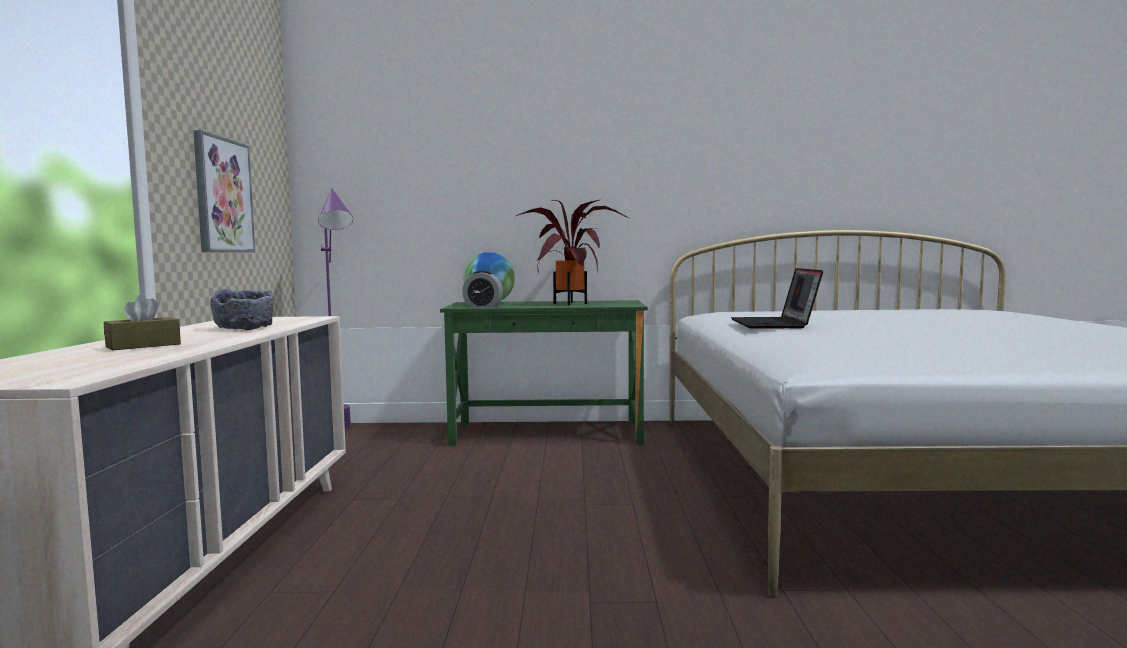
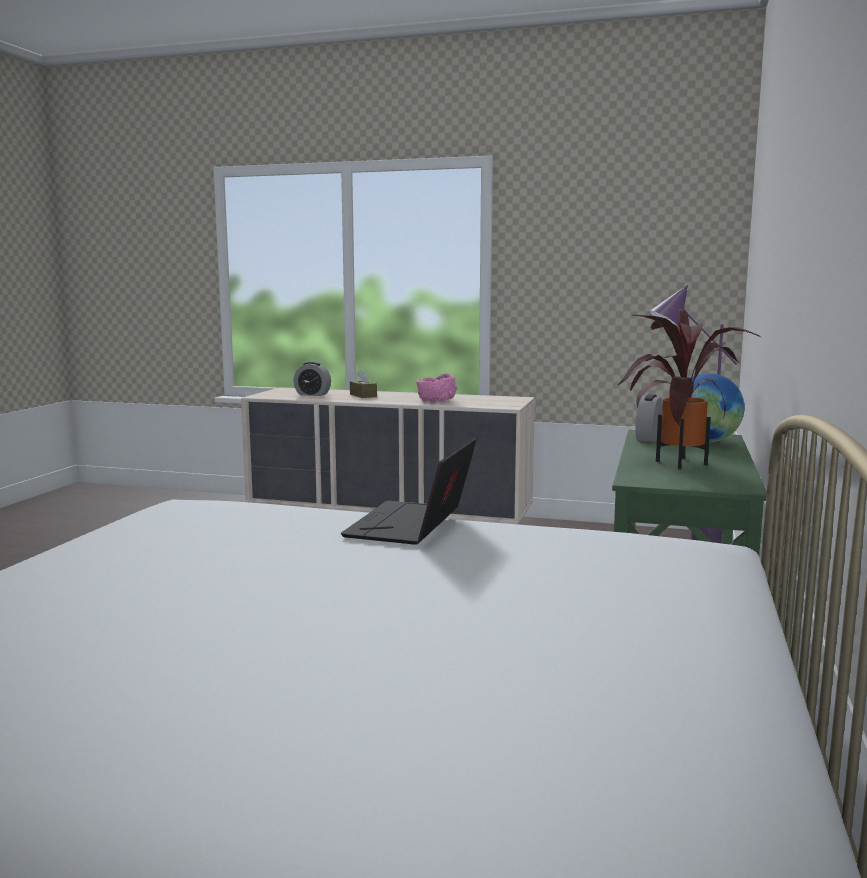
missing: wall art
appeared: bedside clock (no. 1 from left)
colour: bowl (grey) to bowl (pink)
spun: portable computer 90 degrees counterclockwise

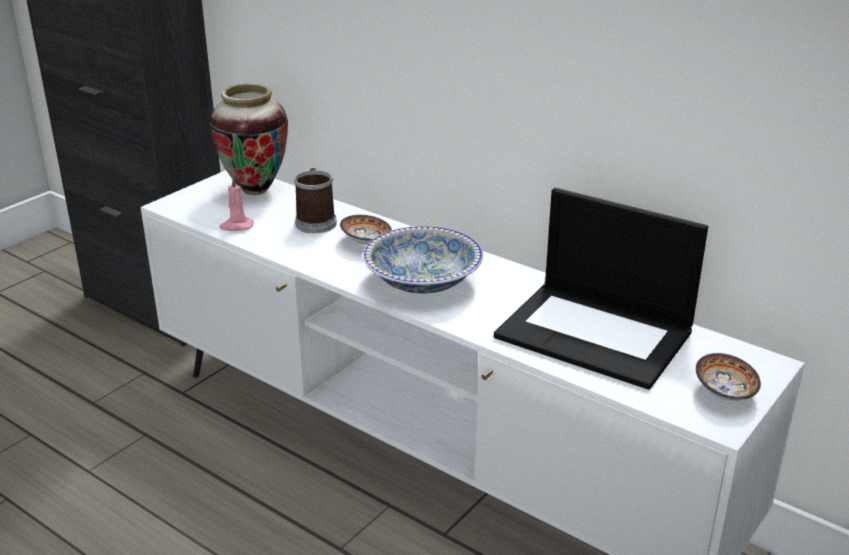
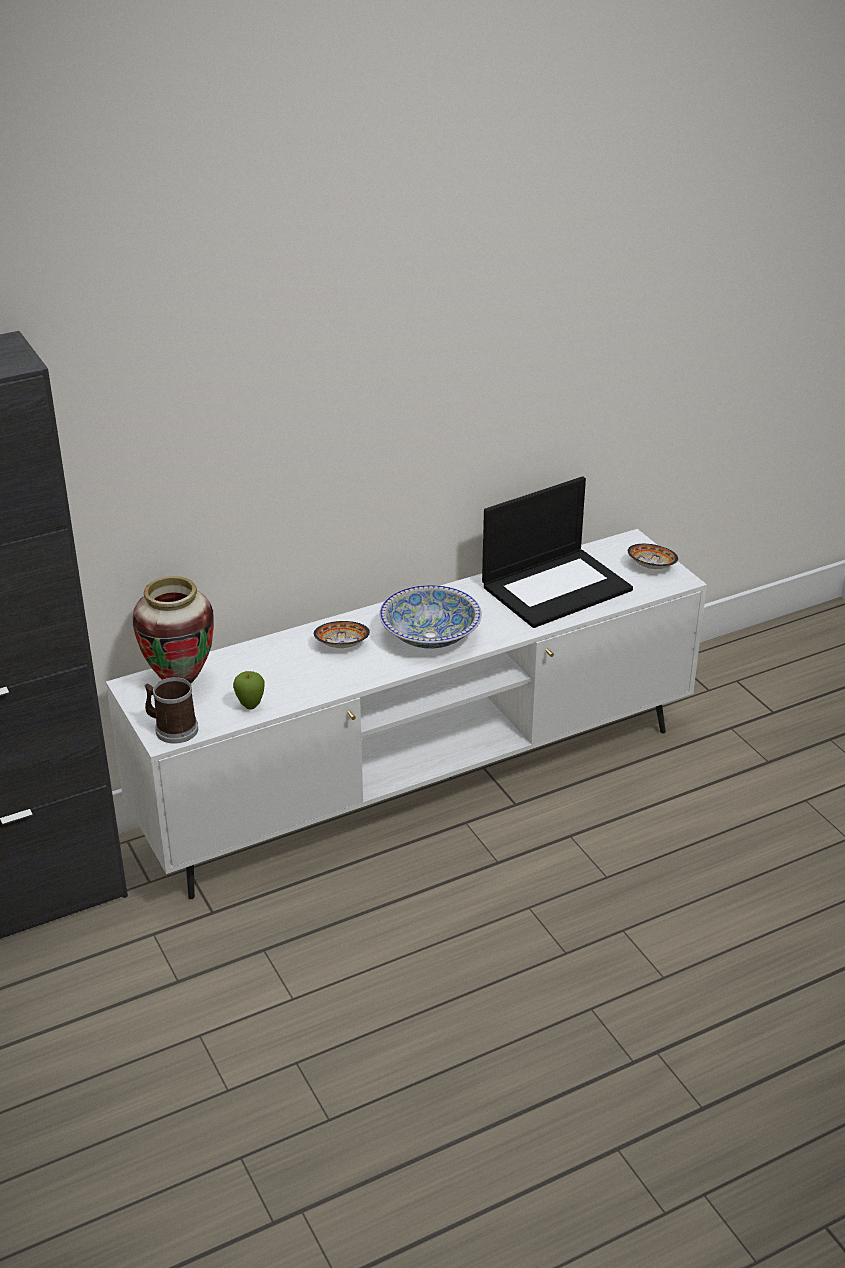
relocated: mug
exchanged: wax candle (pink) to apple fruit

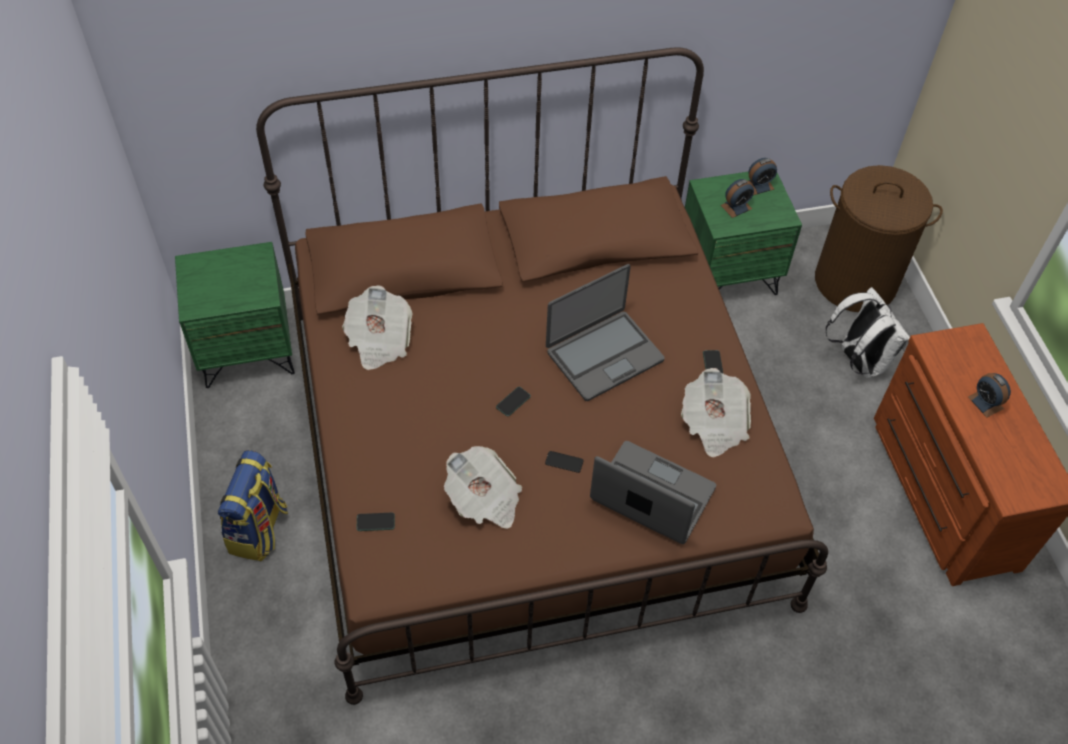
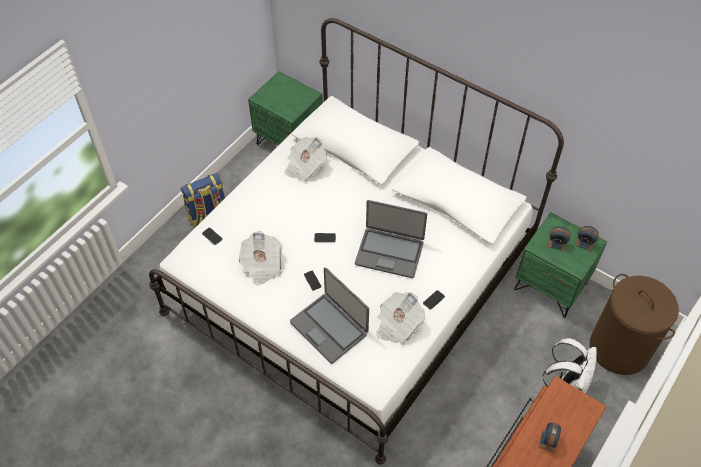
colour: bed (brownish) to bed (white-coloured)
spun: portable computer (no. 2 from left in the first image) 150 degrees clockwise

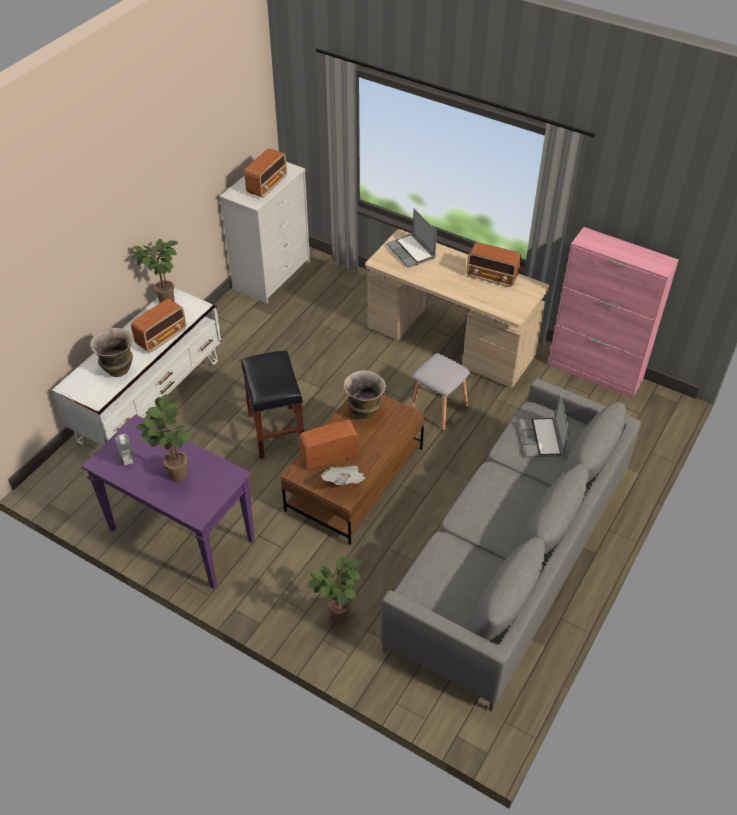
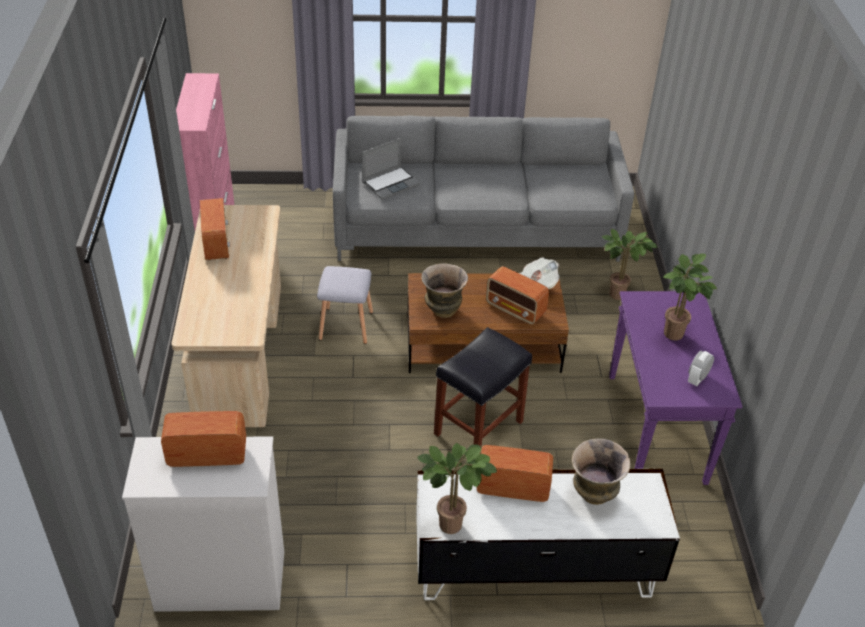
missing: portable computer (no. 1 from left)

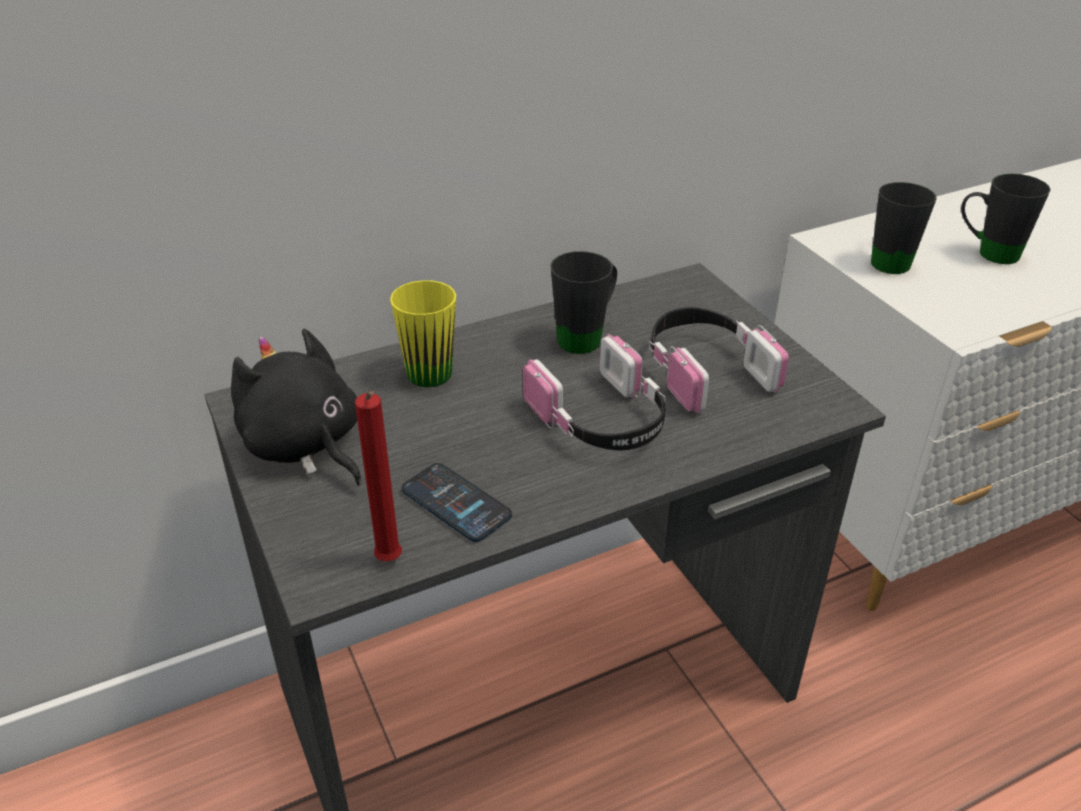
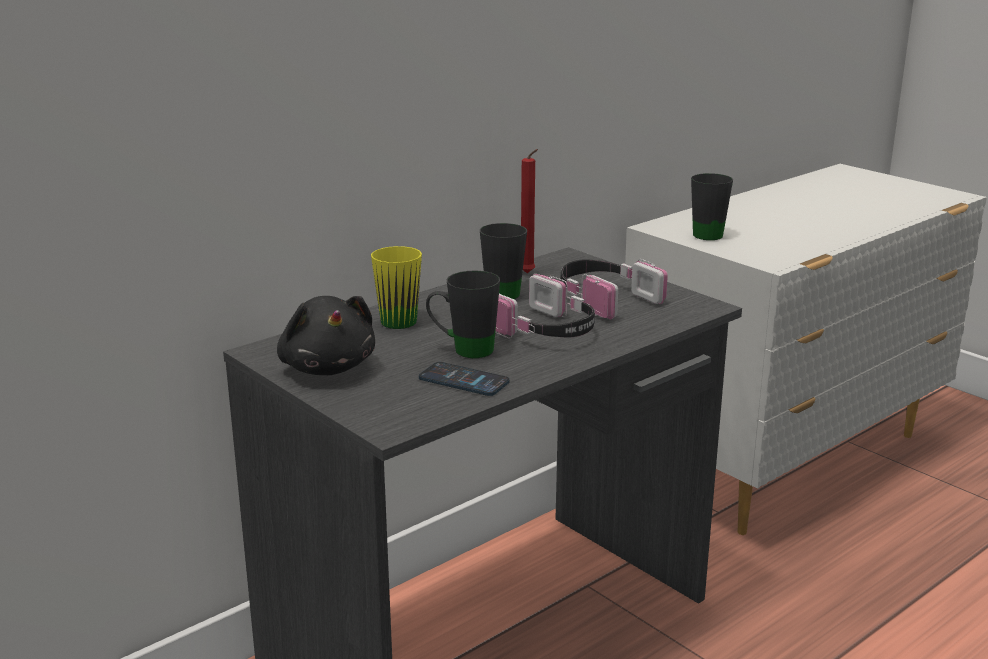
relocated: mug (black) (no. 3 from left in the first image) to mug (black) (no. 1 from left); wax candle (red-coloured)
spun: soft toy (black) 150 degrees counterclockwise

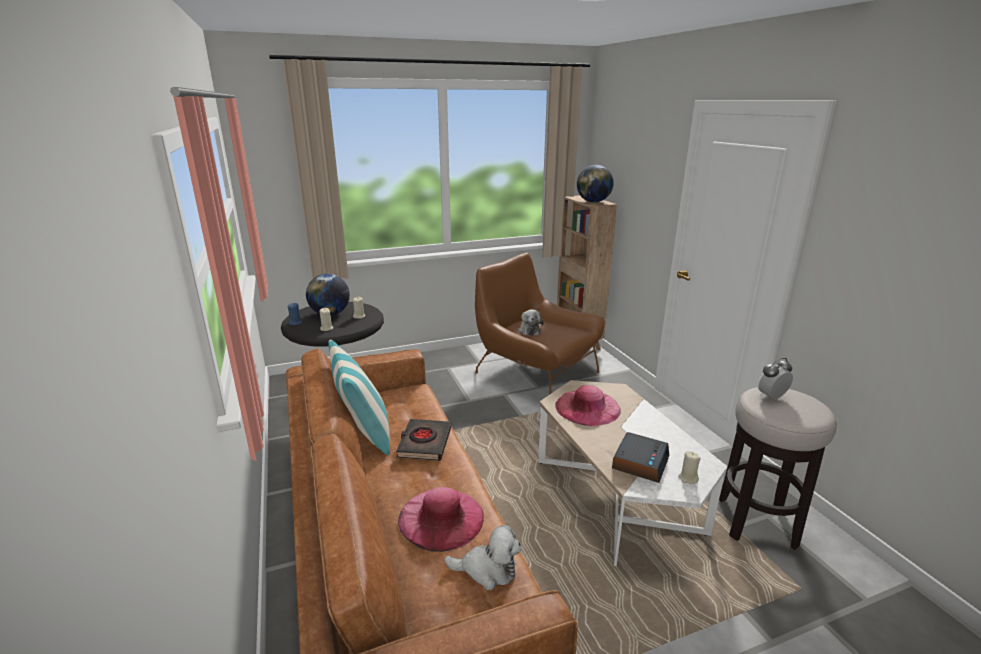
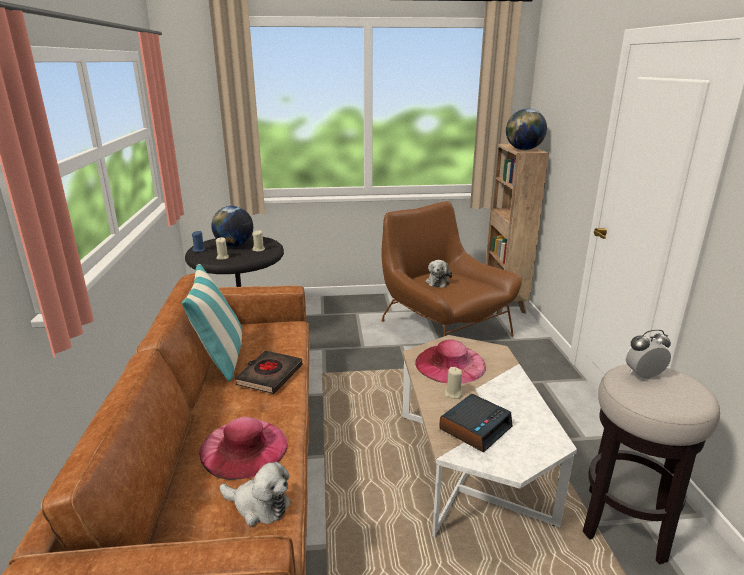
relocated: wax candle (sand-coloured) (no. 3 from left)

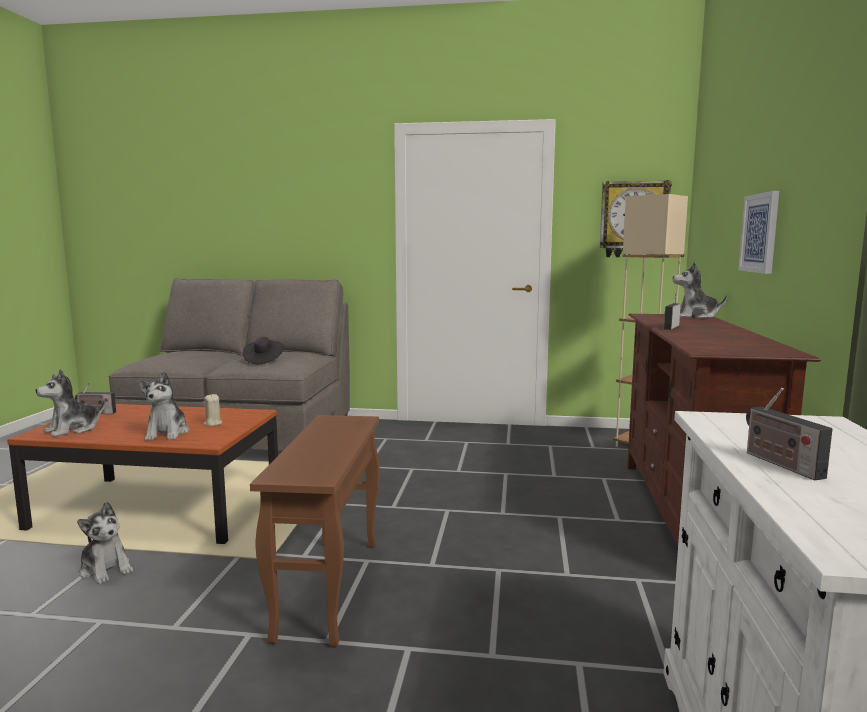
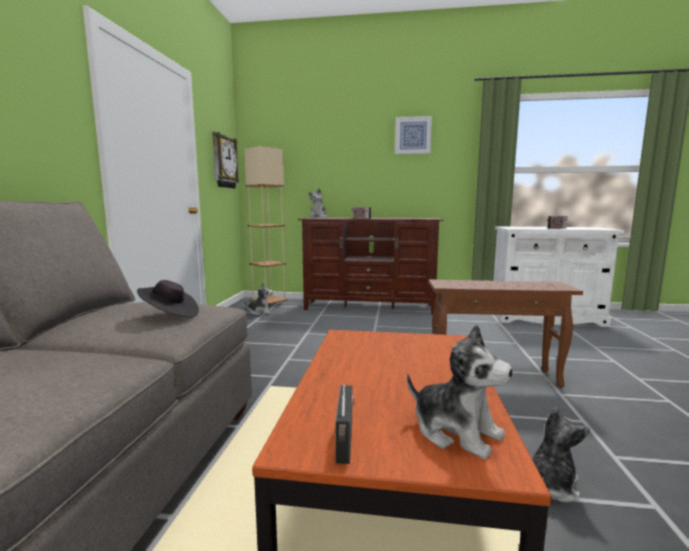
missing: wax candle (sand-coloured)
relocated: soft toy (no. 3 from left in the first image) to soft toy (no. 1 from left); wall art

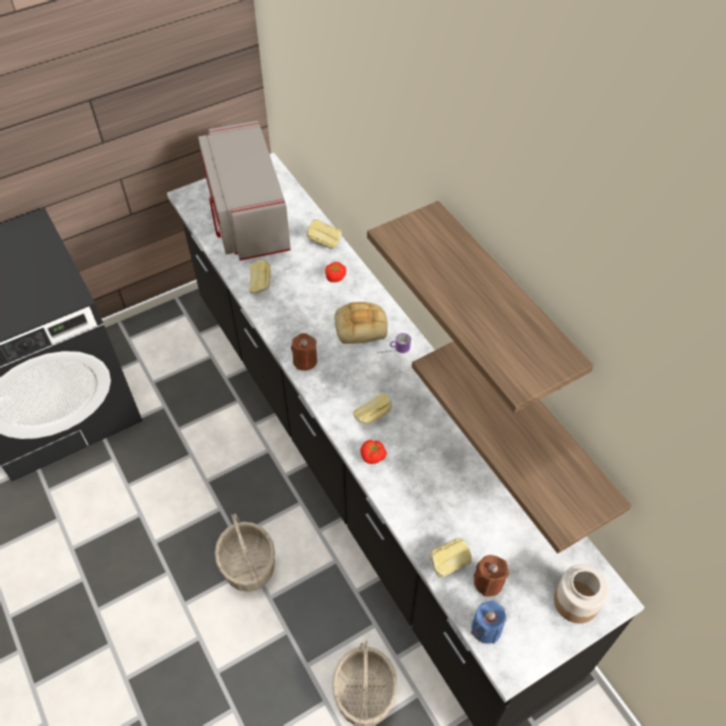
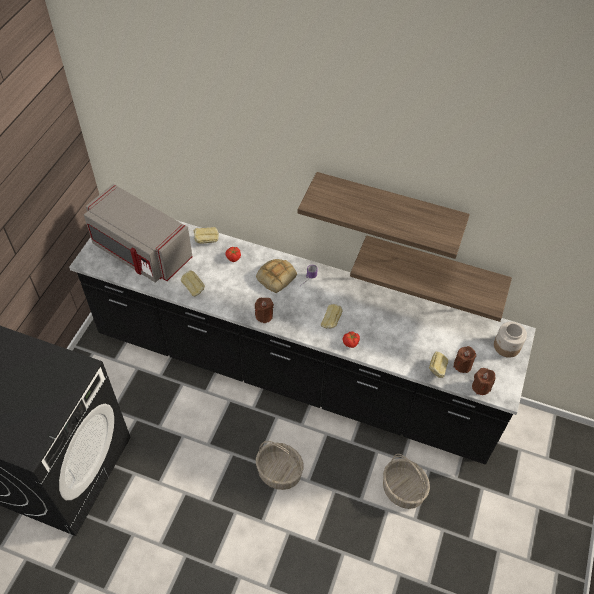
colour: wax candle (blue-coloured) to wax candle (brownish) (no. 3 from left)

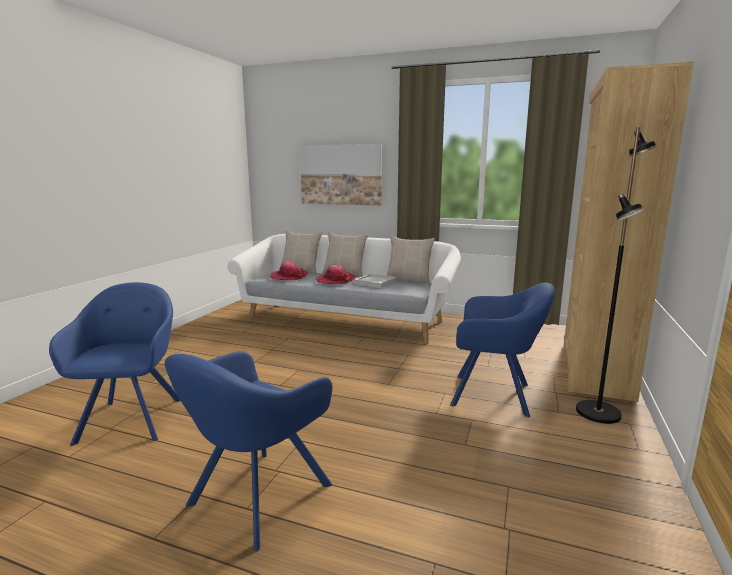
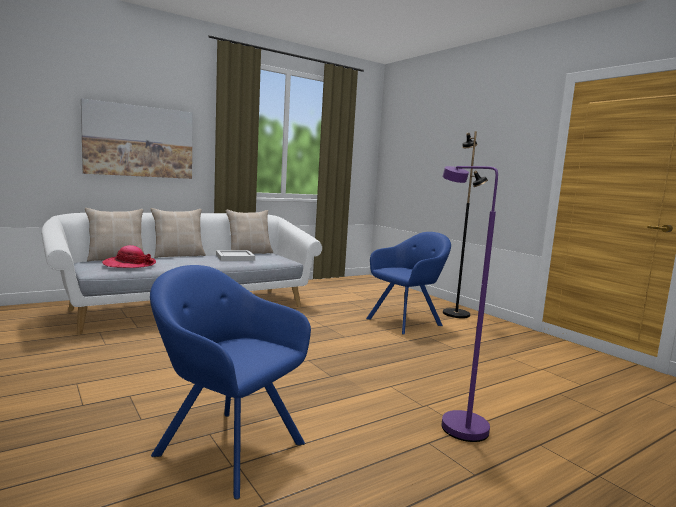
missing: hat (no. 2 from left); shelving unit (brownish)
exchanged: armchair (blue-coloured) (no. 2 from left) to standard lamp (purple)

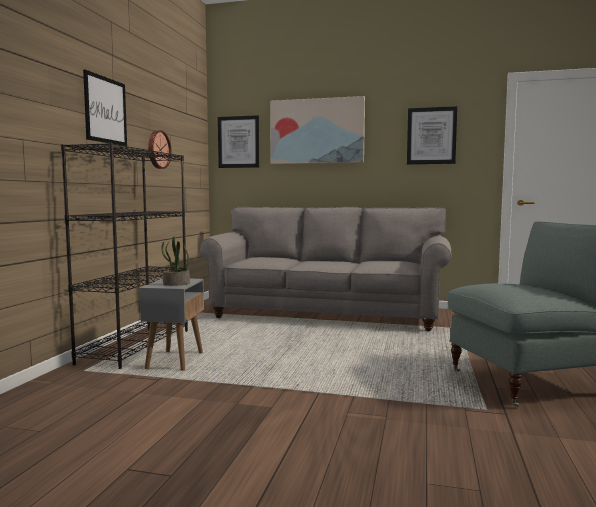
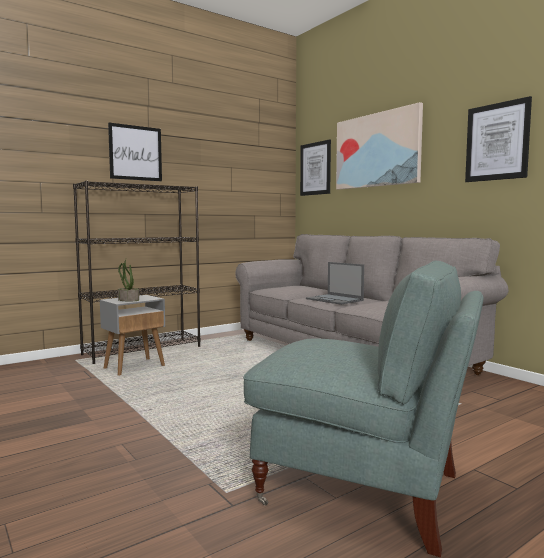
missing: hanging clock
appeared: portable computer

